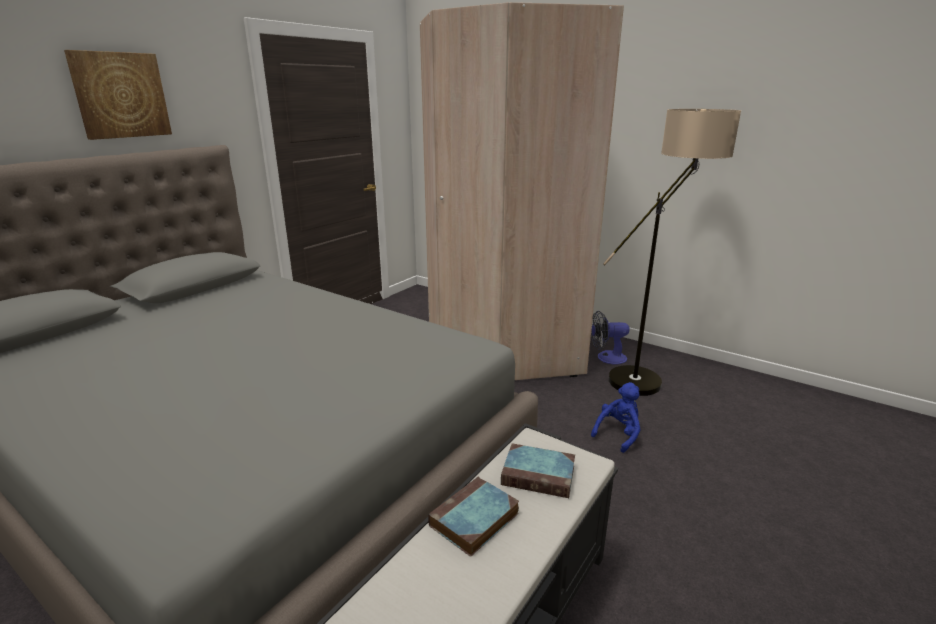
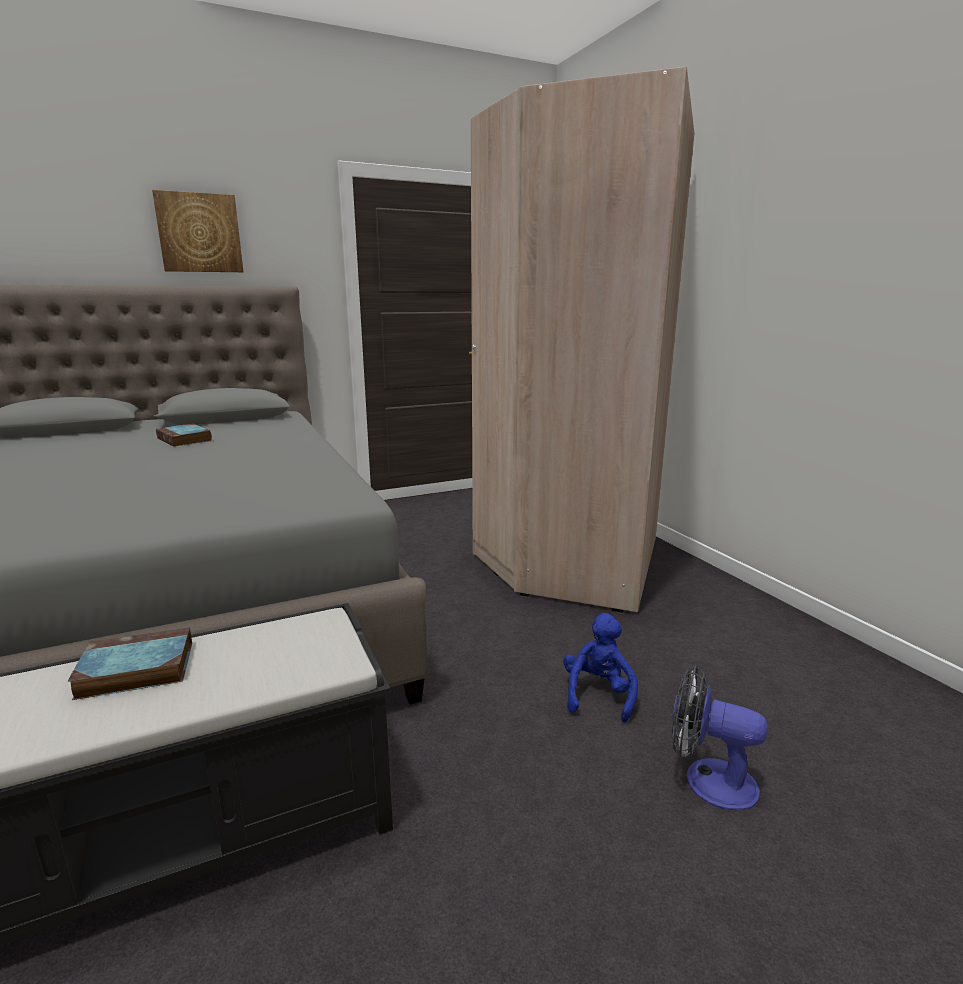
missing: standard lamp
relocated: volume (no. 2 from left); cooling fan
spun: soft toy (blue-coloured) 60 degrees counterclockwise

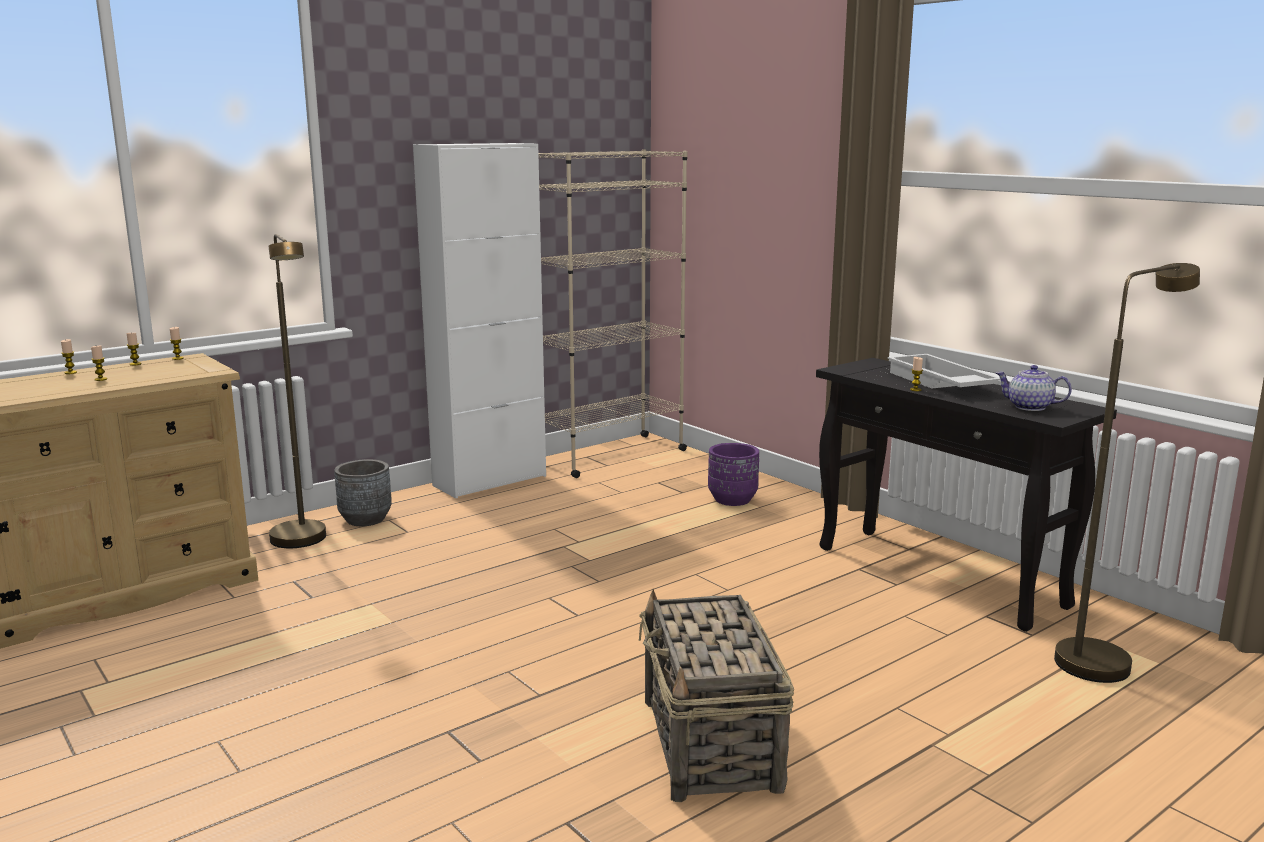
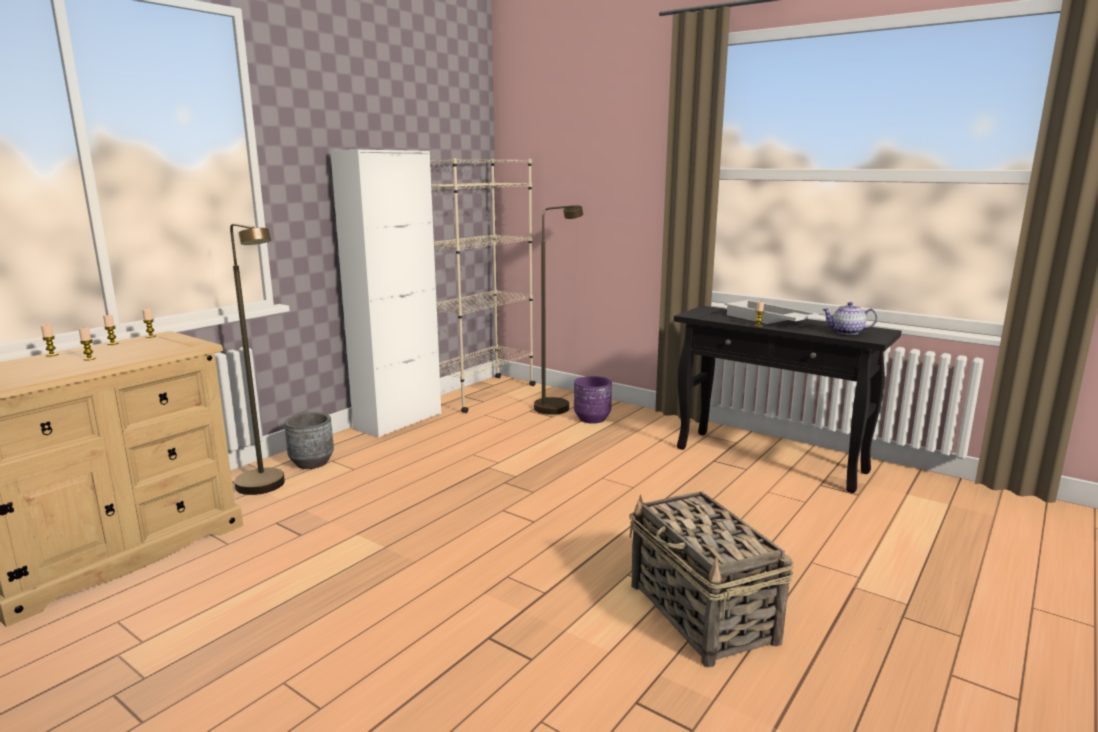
relocated: standard lamp (brownish) (no. 2 from left)

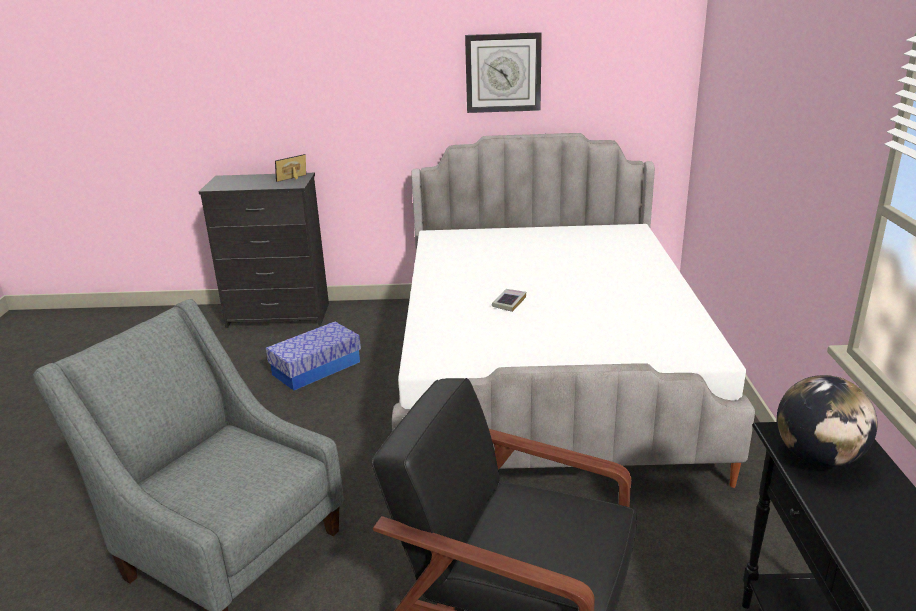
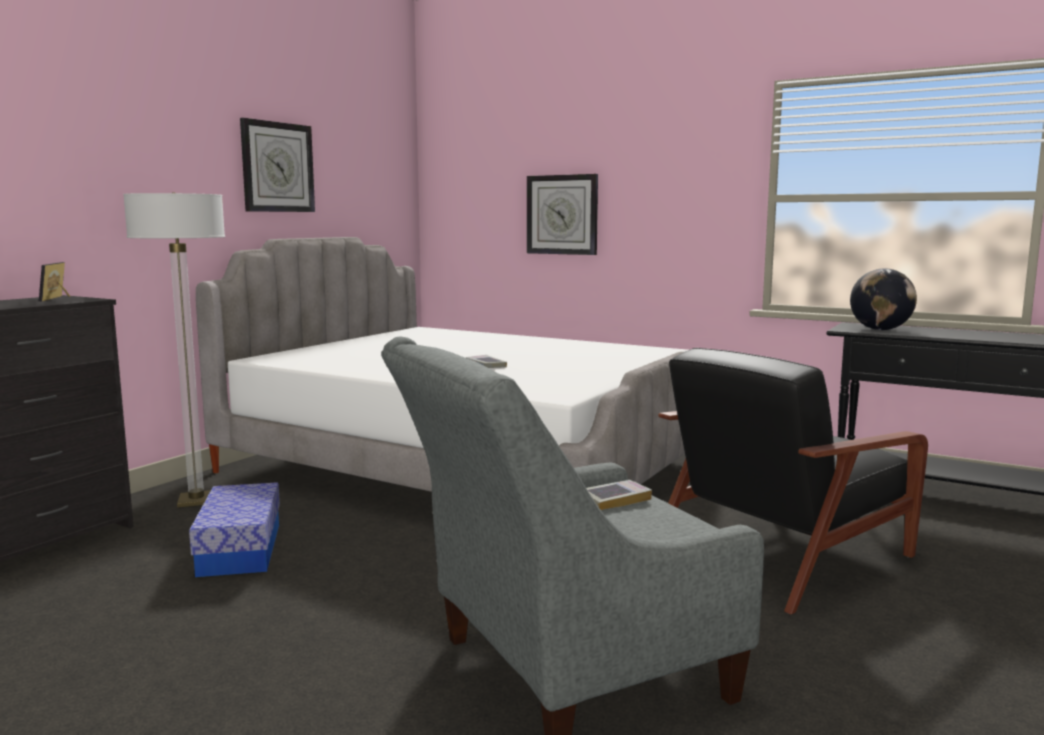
appeared: standard lamp; hanging clock (no. 2 from left); volume (no. 2 from left)

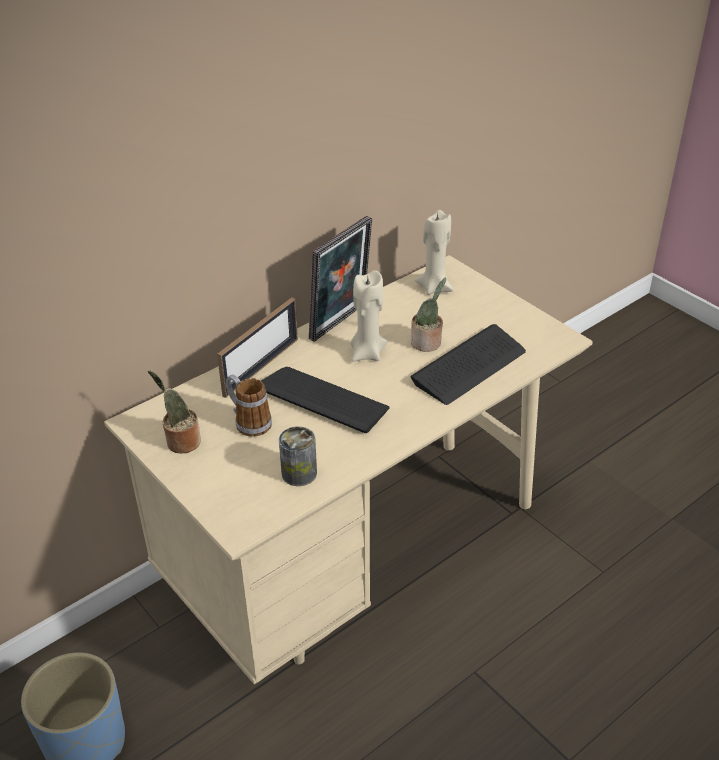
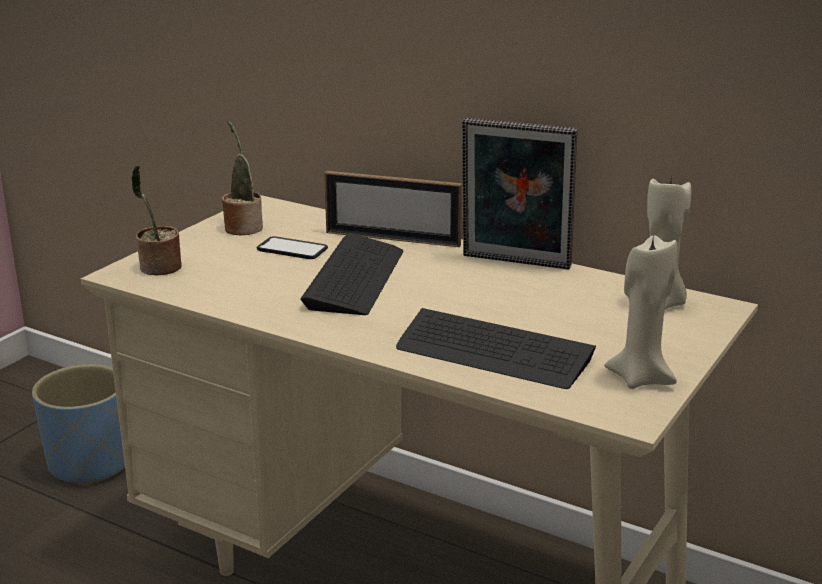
missing: sealed can
relocated: houseplant (no. 2 from left in the first image) to houseplant (no. 1 from left); wax candle (sand-coloured) (no. 1 from left)
exchanged: mug to telephone

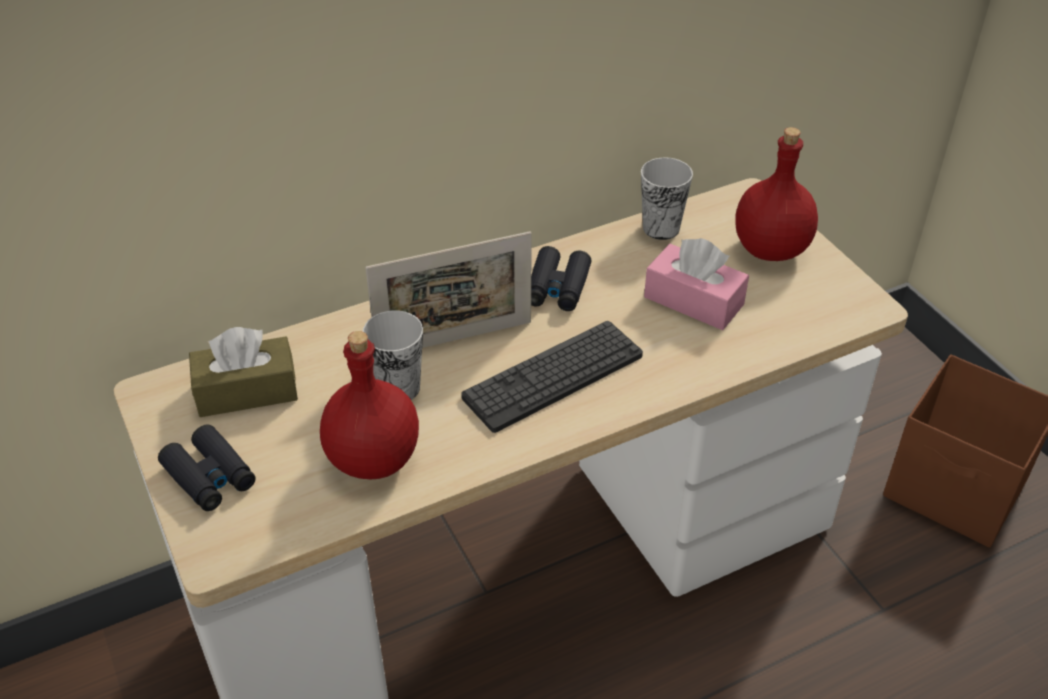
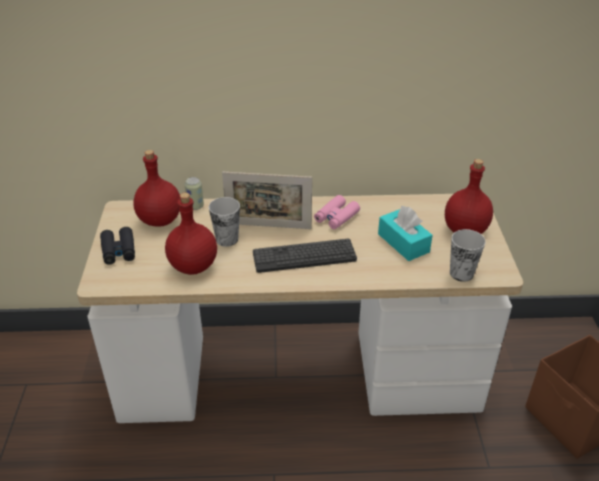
appeared: sealed can
relocated: small cup (no. 2 from left)
exchanged: tissue holder (brownish) to beverage bottle (red-coloured) (no. 1 from left)
colour: pair of binoculars (black) (no. 2 from left) to pair of binoculars (pink); tissue holder (pink) to tissue holder (turquoise-coloured)

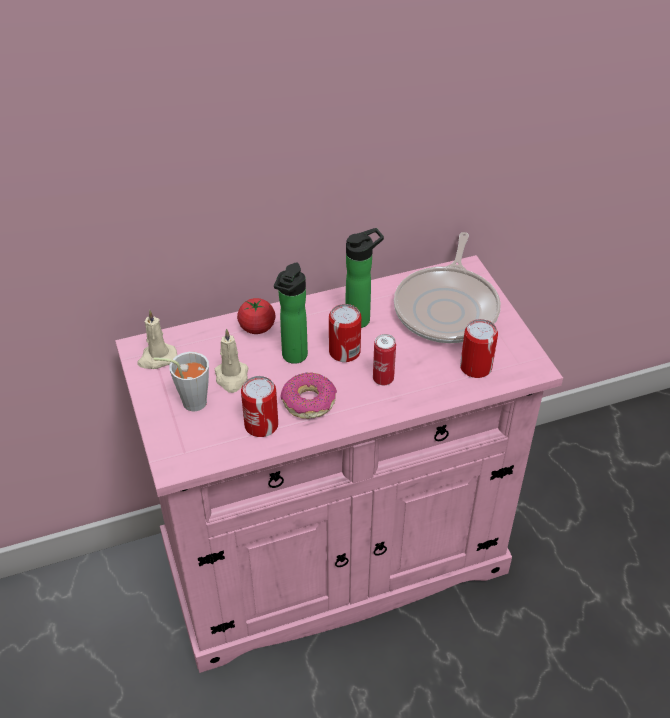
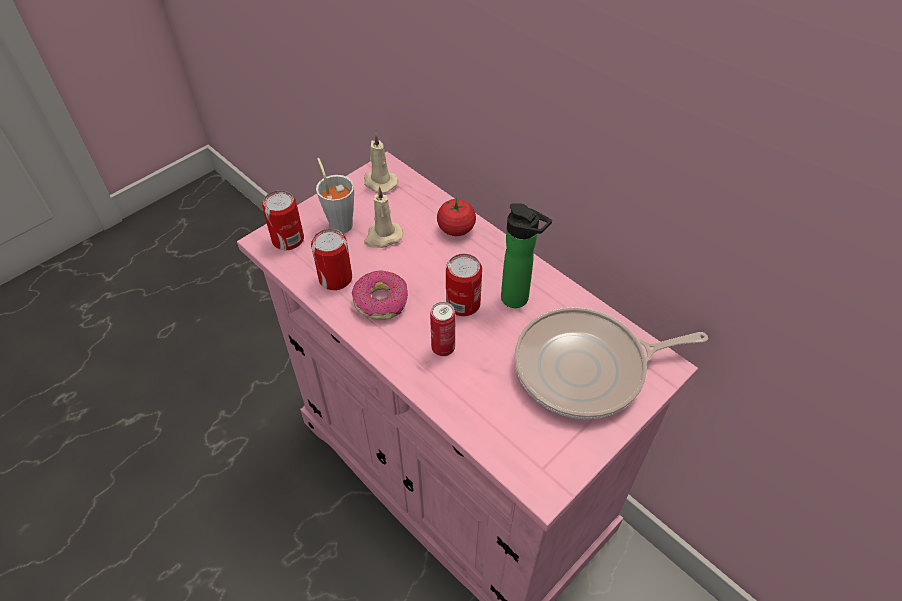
missing: beverage bottle (no. 1 from left)
relocated: sealed can (no. 4 from left in the first image) to sealed can (no. 1 from left)

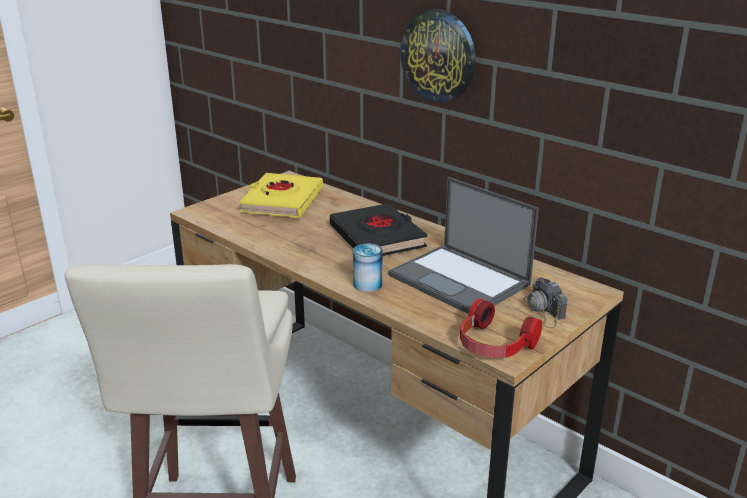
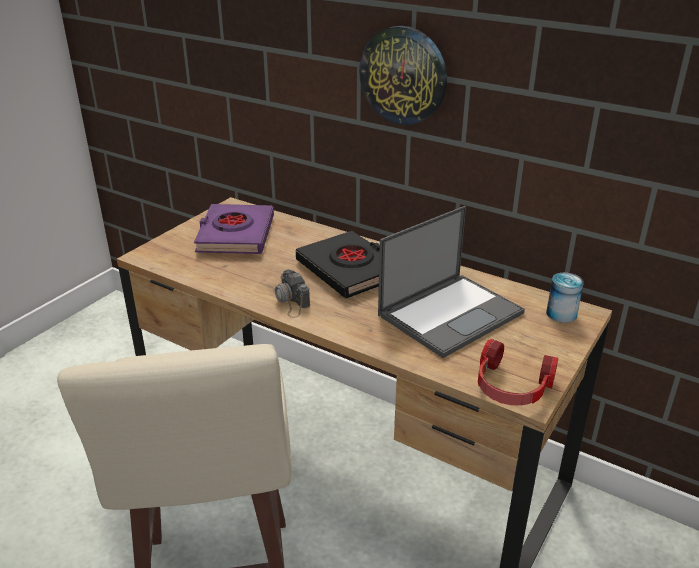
relocated: still camera; sealed can
colour: volume (yellow) to volume (purple)
spun: portable computer 75 degrees counterclockwise

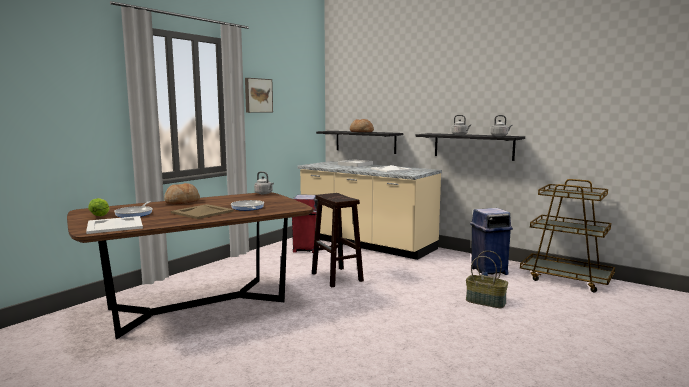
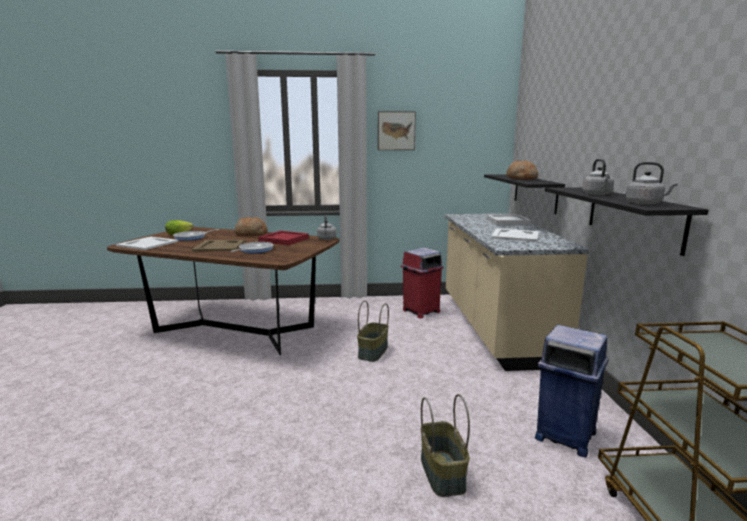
appeared: serving tray (red-coloured)
exchanged: stool seat (brownish) to household basket (no. 1 from left)

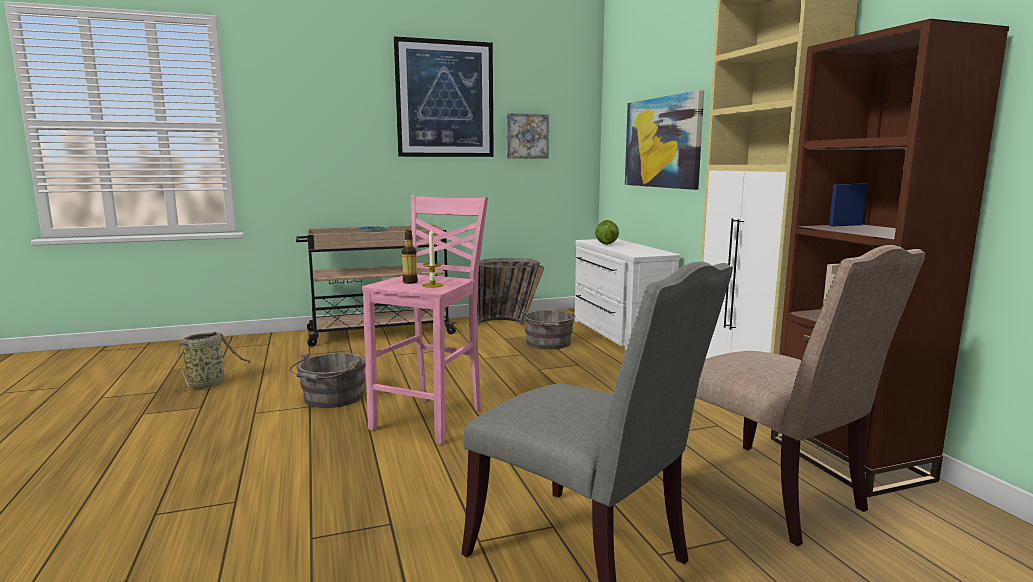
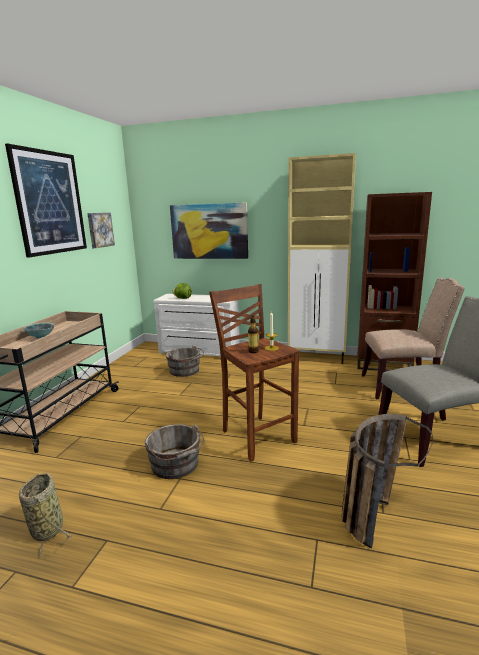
relocated: household basket (no. 2 from left)
colour: stool seat (pink) to stool seat (brownish)

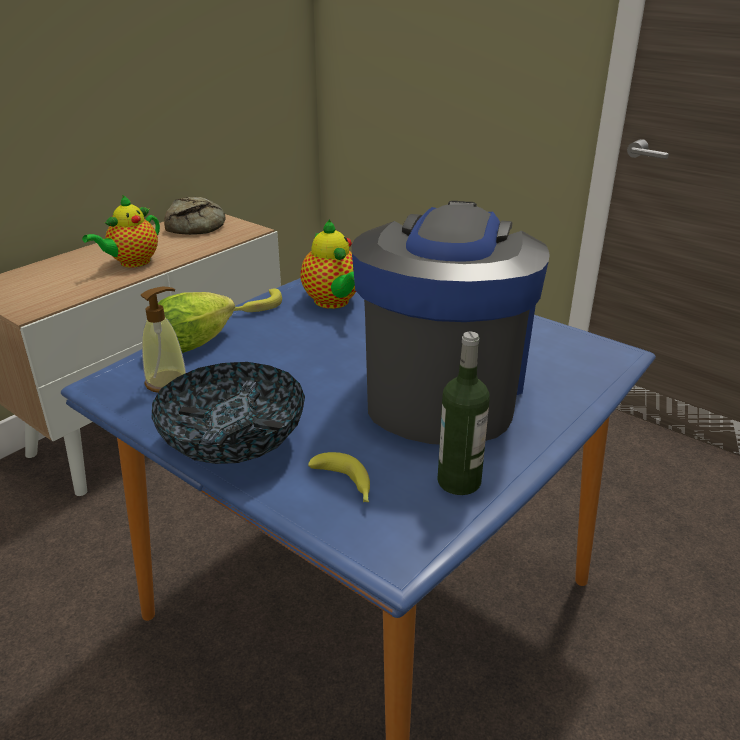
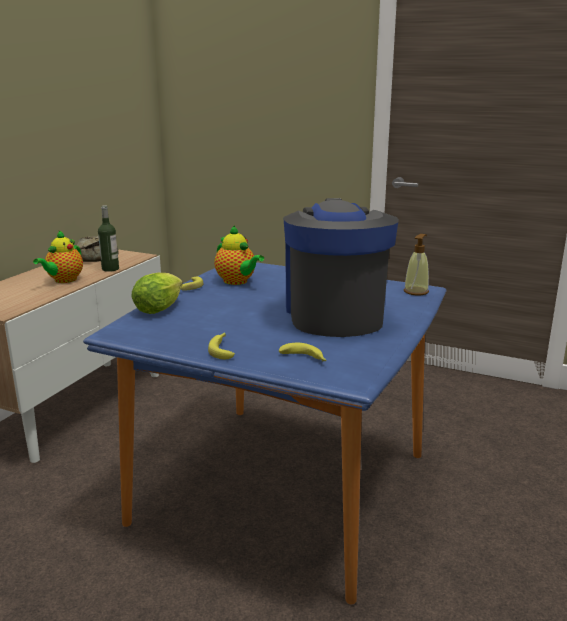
relocated: beverage bottle; liquid soap bottle
exchanged: bowl to banana fruit (no. 2 from left)

